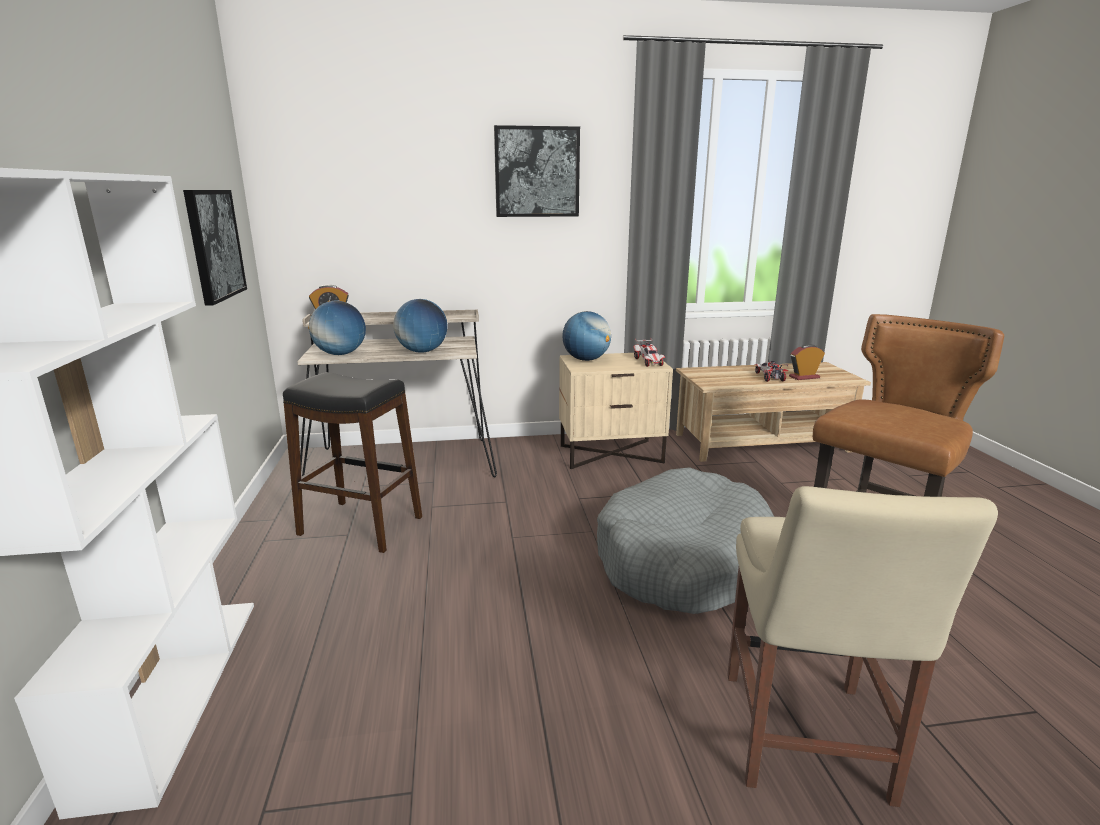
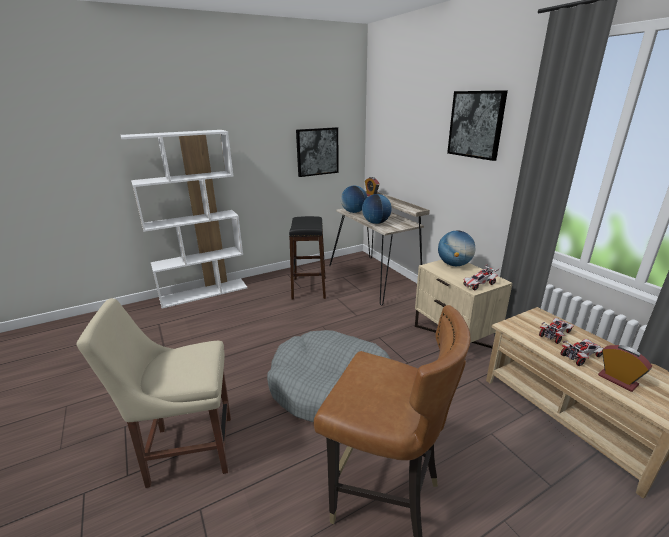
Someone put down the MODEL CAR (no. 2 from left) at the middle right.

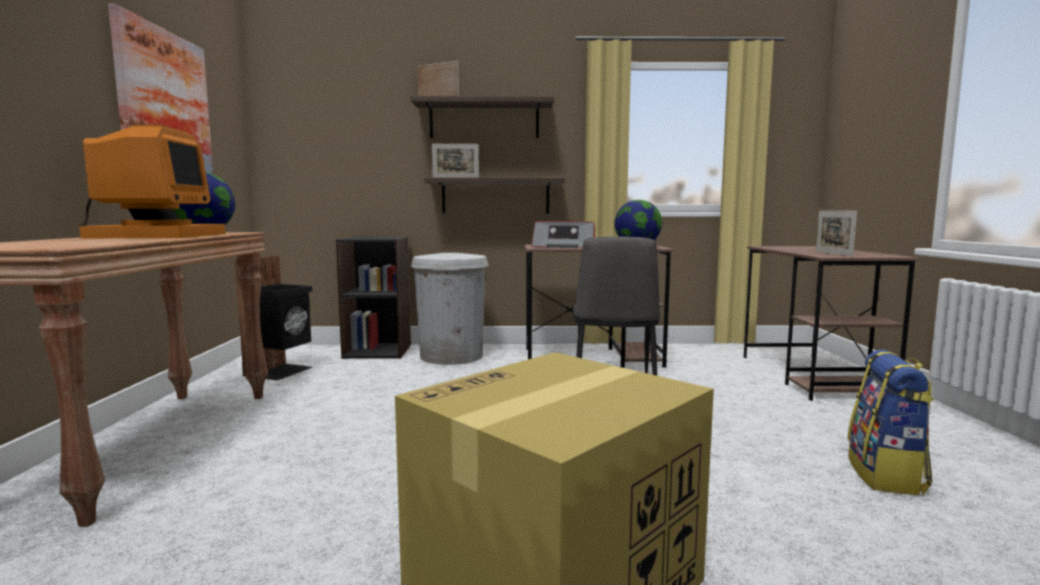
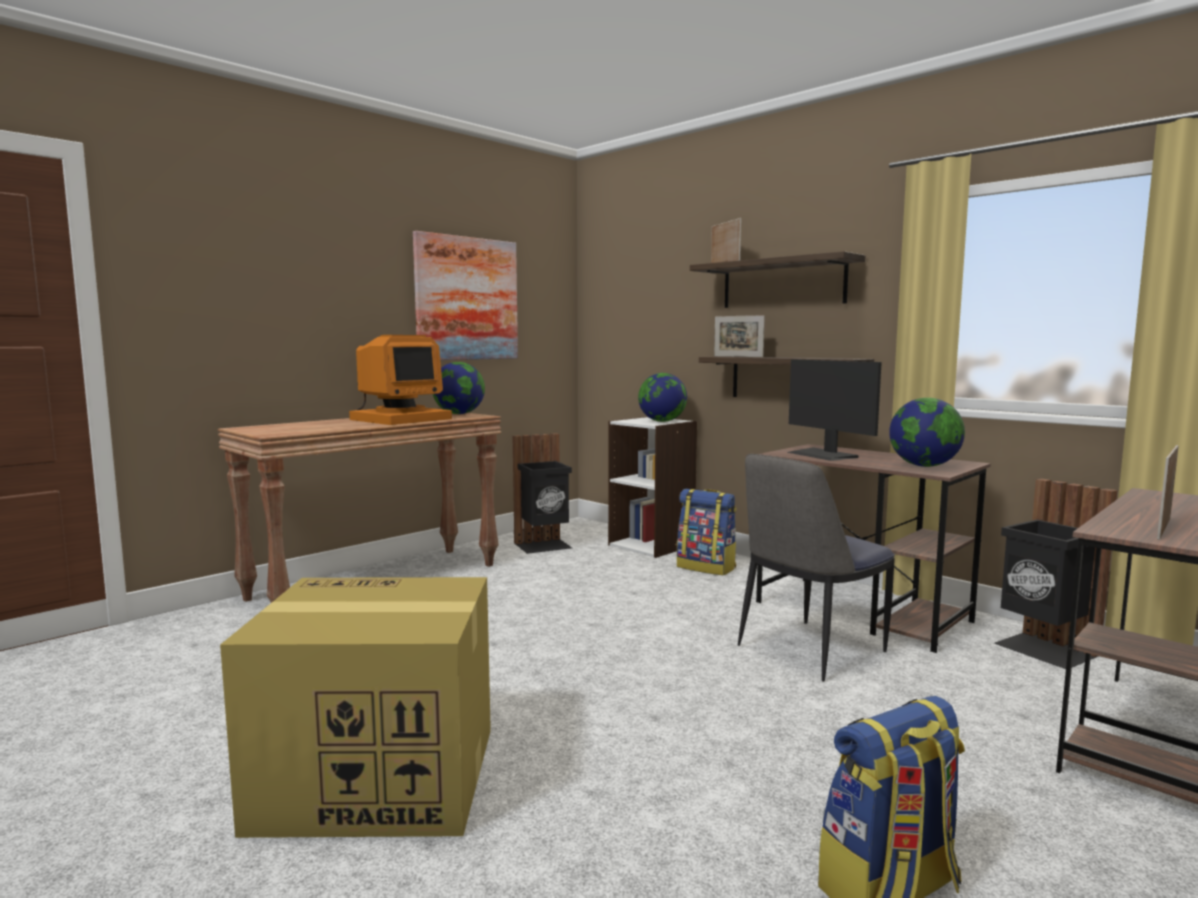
Someone repainted the BLACK SHELVING UNIT at the centre, which became the WHITE-COLOURED SHELVING UNIT at the centre.
Someone put down the GLOBE (no. 2 from left) at the centre.
Someone swapped the WHITE-COLOURED RUBBISH BIN at the centre for the KNAPSACK (no. 1 from left) at the centre.
Someone swapped the RADIO RECEIVER at the centre for the COMPUTER DISPLAY (no. 2 from left) at the middle right.
Someone put down the BLACK RUBBISH BIN (no. 2 from left) at the middle right.

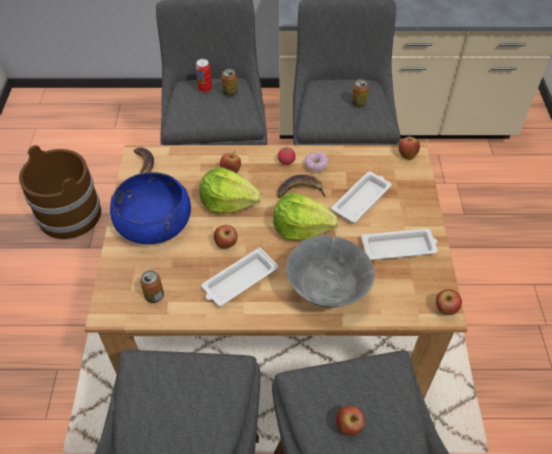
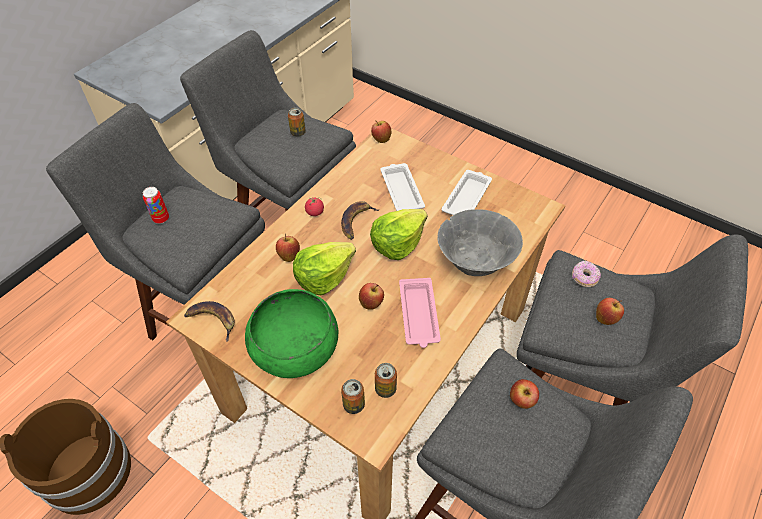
Someone repainted the BLUE-COLOURED SERVING BOWL at the middle left, which became the GREENISH SERVING BOWL at the centre.
Someone carried the CAN (no. 3 from left) from the top centre to the bottom centre.
Someone repainted the WHITE-COLOURED SERVING TRAY (no. 1 from left) at the centre, which became the PINK-COLOURED SERVING TRAY at the centre.
Someone carried the WHOLE APPLE (no. 5 from left in the first image) from the middle right to the bottom right.
Someone carried the DOUGHNUT from the centre to the middle right.

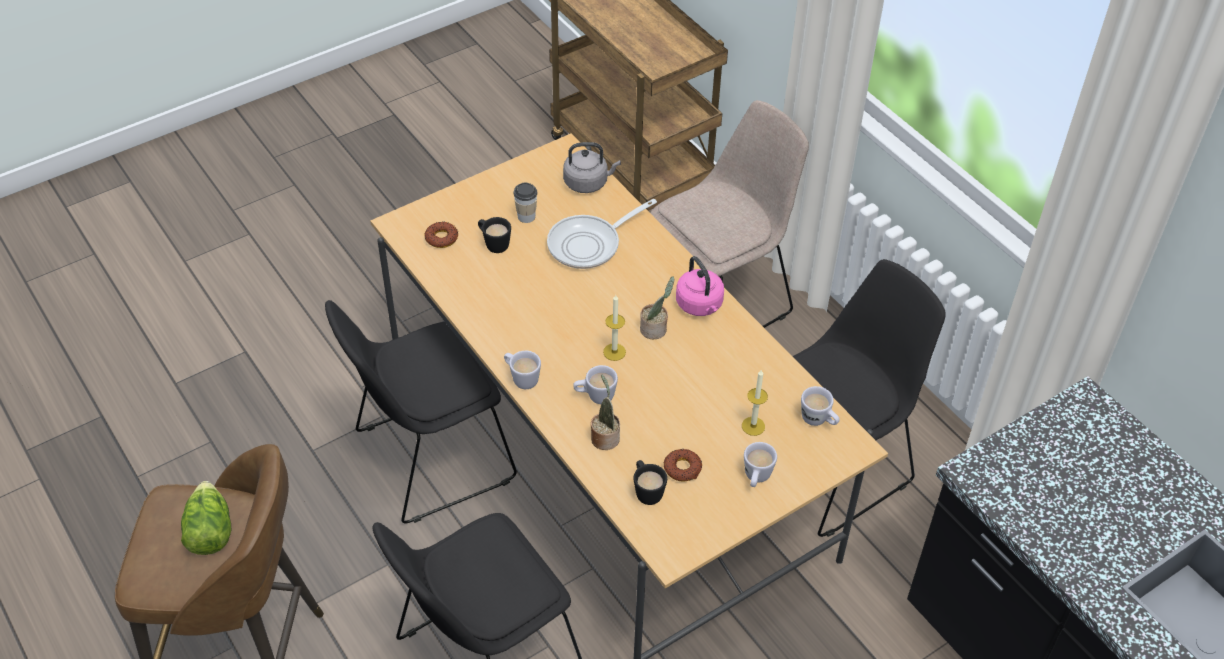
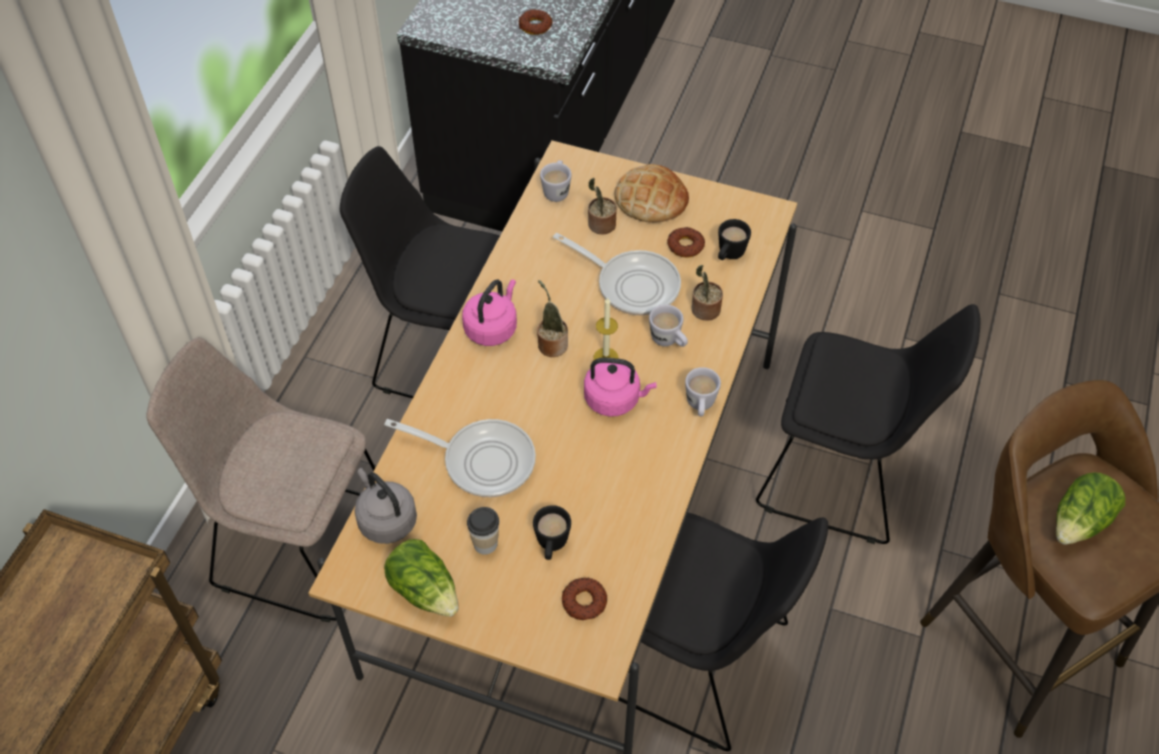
Someone put down the LETTUCE HEAD (no. 1 from left) at the bottom centre.
Someone put down the DOUGHNUT (no. 1 from left) at the top centre.
Someone put down the PAN (no. 2 from left) at the centre.
Someone put down the PINK-COLOURED TEA KETTLE (no. 2 from left) at the centre.
Someone swapped the CANDLE (no. 2 from left) at the centre for the HOUSEPLANT (no. 2 from left) at the top centre.
Someone swapped the WHITE-COLOURED MUG (no. 3 from left) at the bottom centre for the BREAD at the top centre.

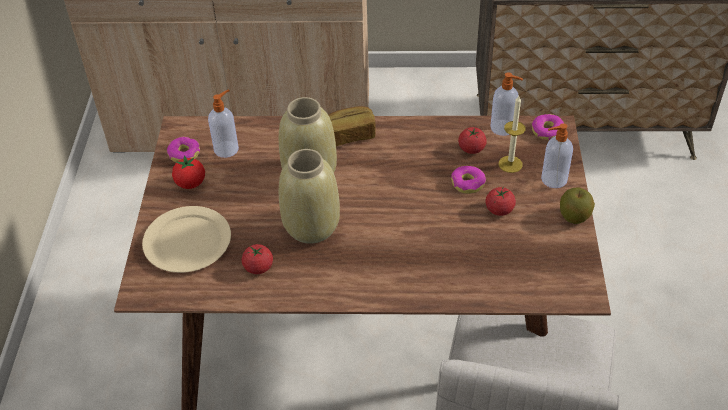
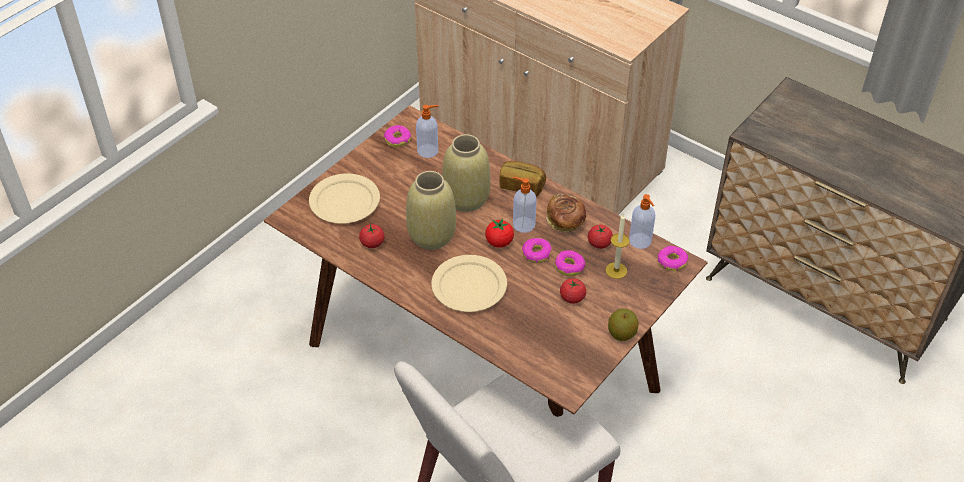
Someone put down the SAND-COLOURED FLAT DISH (no. 2 from left) at the centre.
Someone carried the WHOLE TOMATO (no. 1 from left in the first image) from the middle left to the centre.
Someone carried the SOAP DISPENSER (no. 3 from left in the first image) from the middle right to the centre.
Someone put down the DOUGHNUT (no. 2 from left) at the centre.
Someone put down the BREAD (no. 2 from left) at the centre.

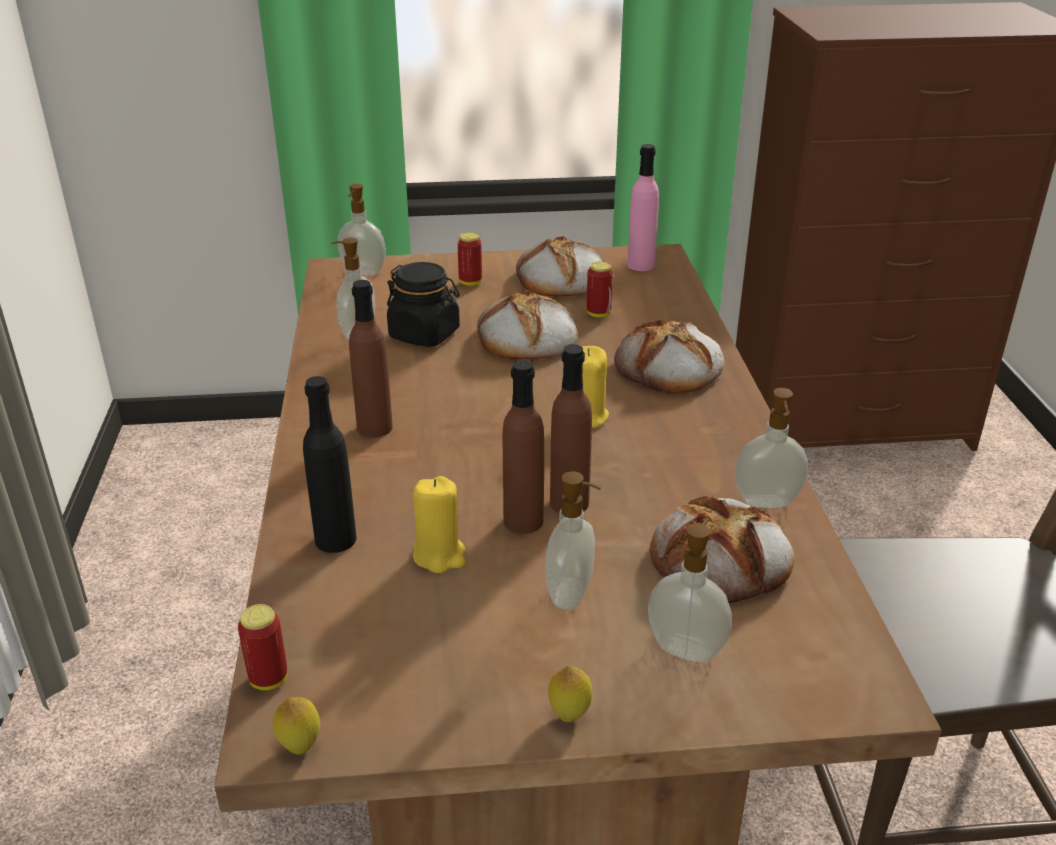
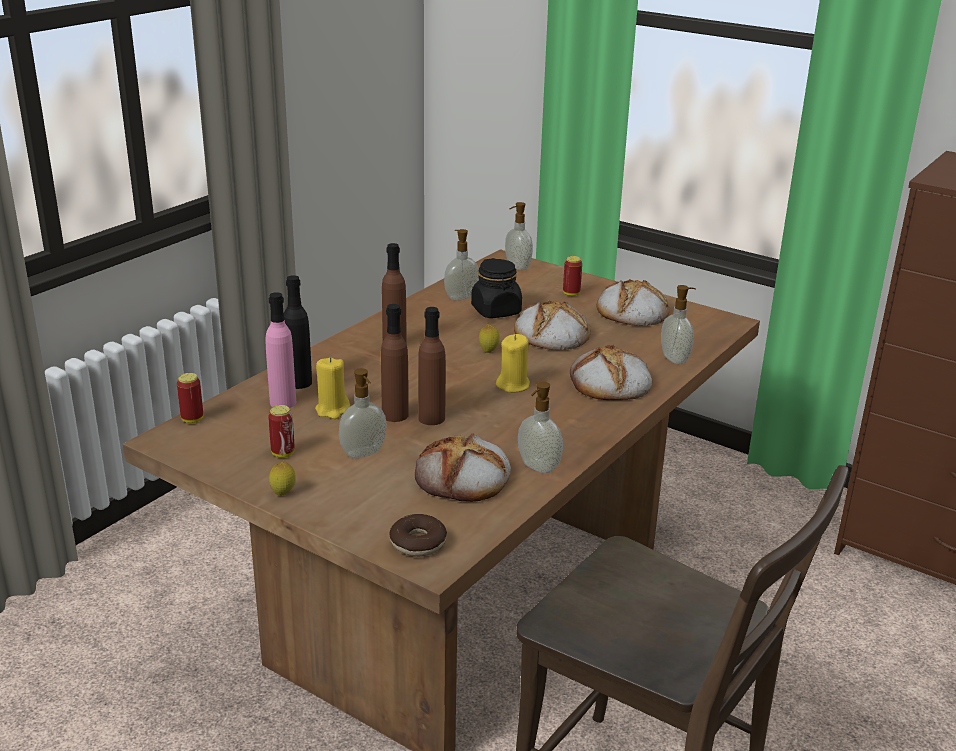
Someone carried the PINK-COLOURED DRINK BOTTLE from the top centre to the middle left.
Someone carried the CAN (no. 3 from left in the first image) from the centre to the middle left.
Someone put down the DOUGHNUT at the bottom centre.
Someone carried the WHOLE LEMON (no. 1 from left in the first image) from the bottom left to the centre.
Someone carried the SOAP DISPENSER (no. 4 from left in the first image) from the bottom centre to the middle right.

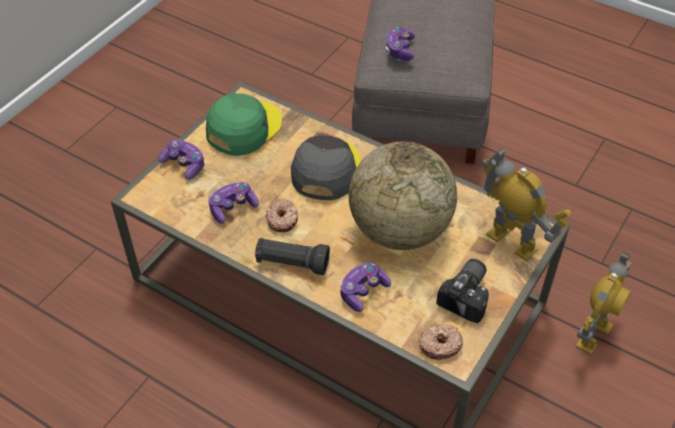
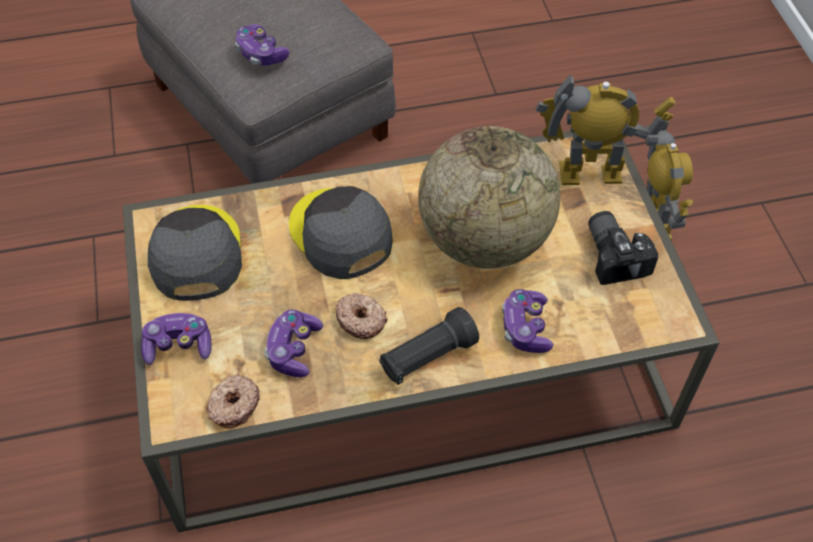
Someone repainted the GREENISH PEAKED CAP at the top centre, which became the GREY PEAKED CAP (no. 1 from left) at the middle left.
Someone carried the DOUGHNUT (no. 2 from left in the first image) from the bottom centre to the bottom left.

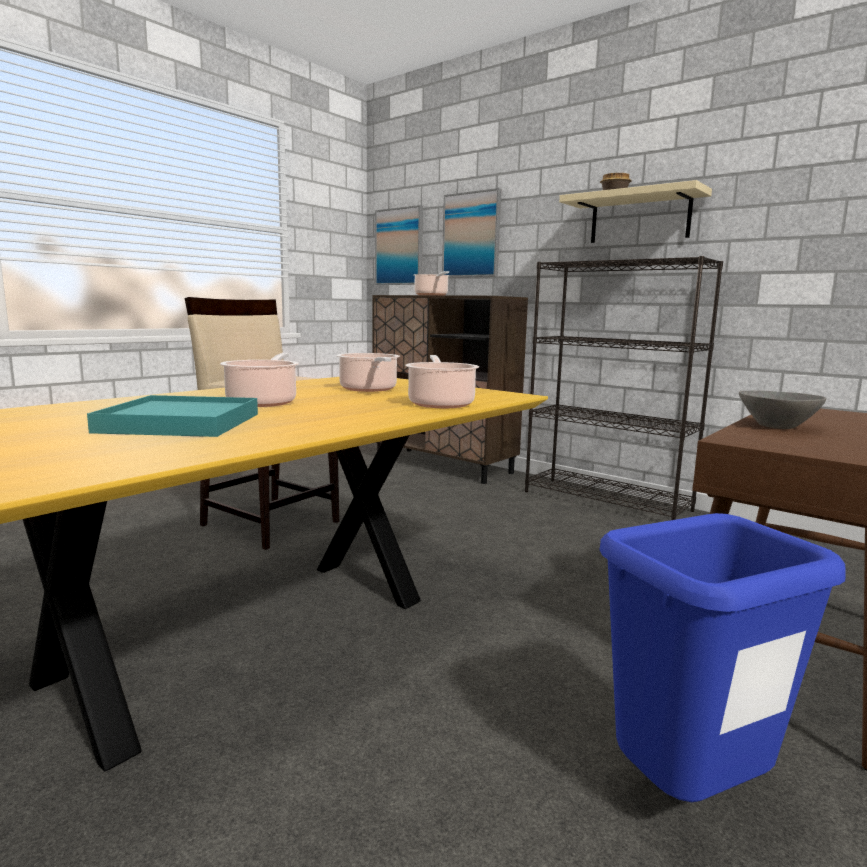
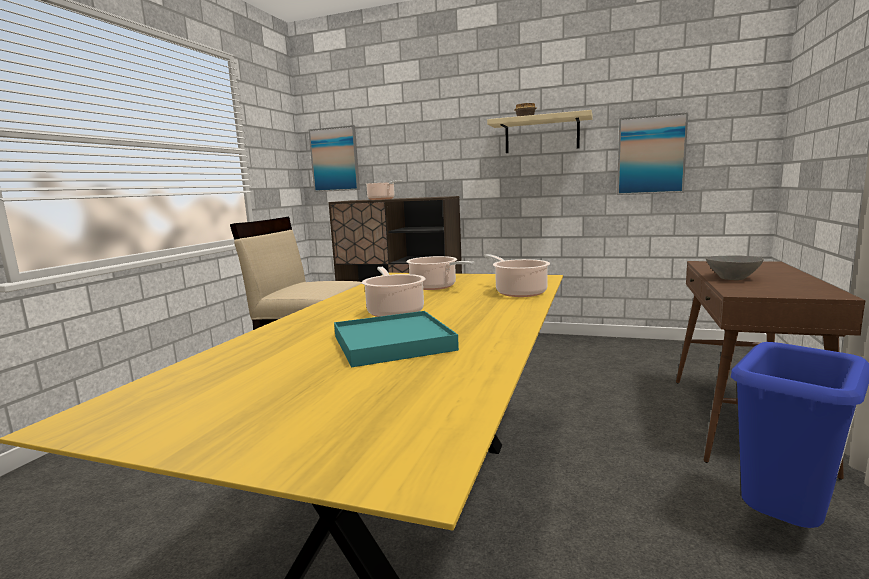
Someone carried the PICTURE (no. 2 from left) from the top centre to the top right.
Someone took away the BLACK SHELVING UNIT at the middle right.

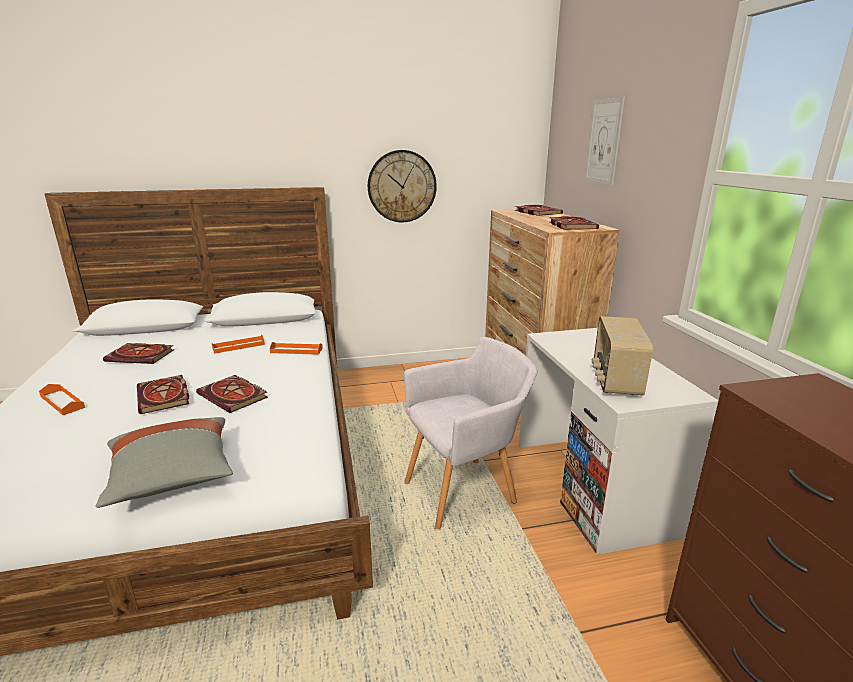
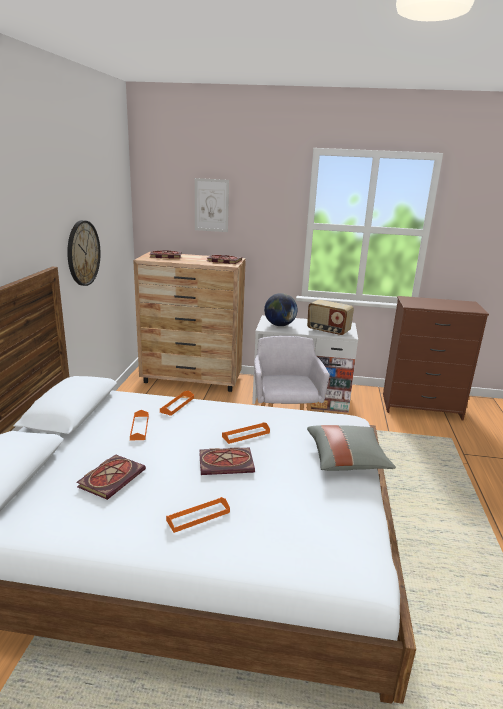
Someone swapped the VOLUME (no. 3 from left) at the middle left for the ORANGEY SERVING TRAY (no. 4 from left) at the centre.
Someone put down the GLOBE at the centre.

